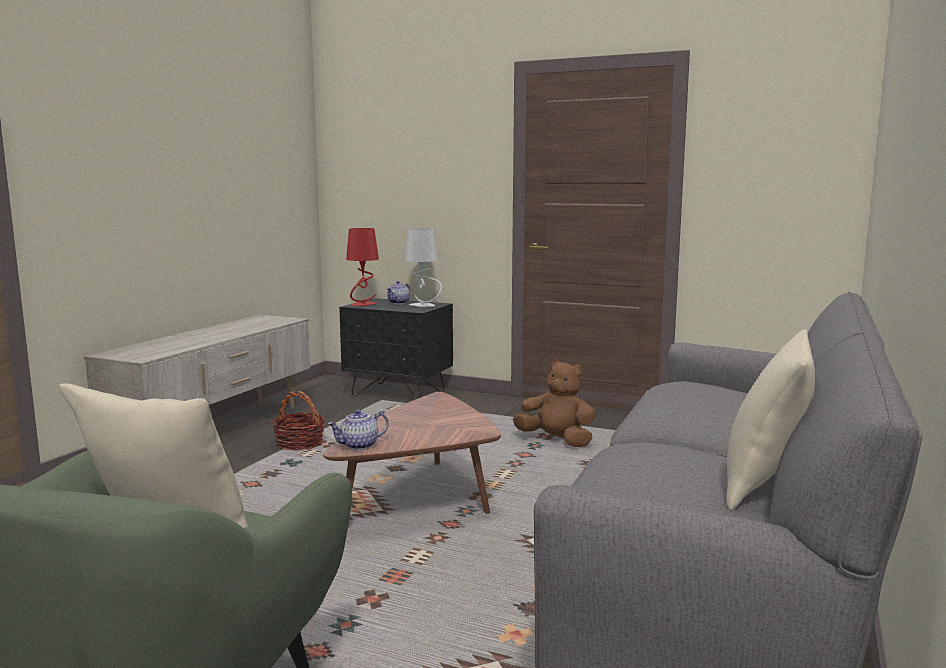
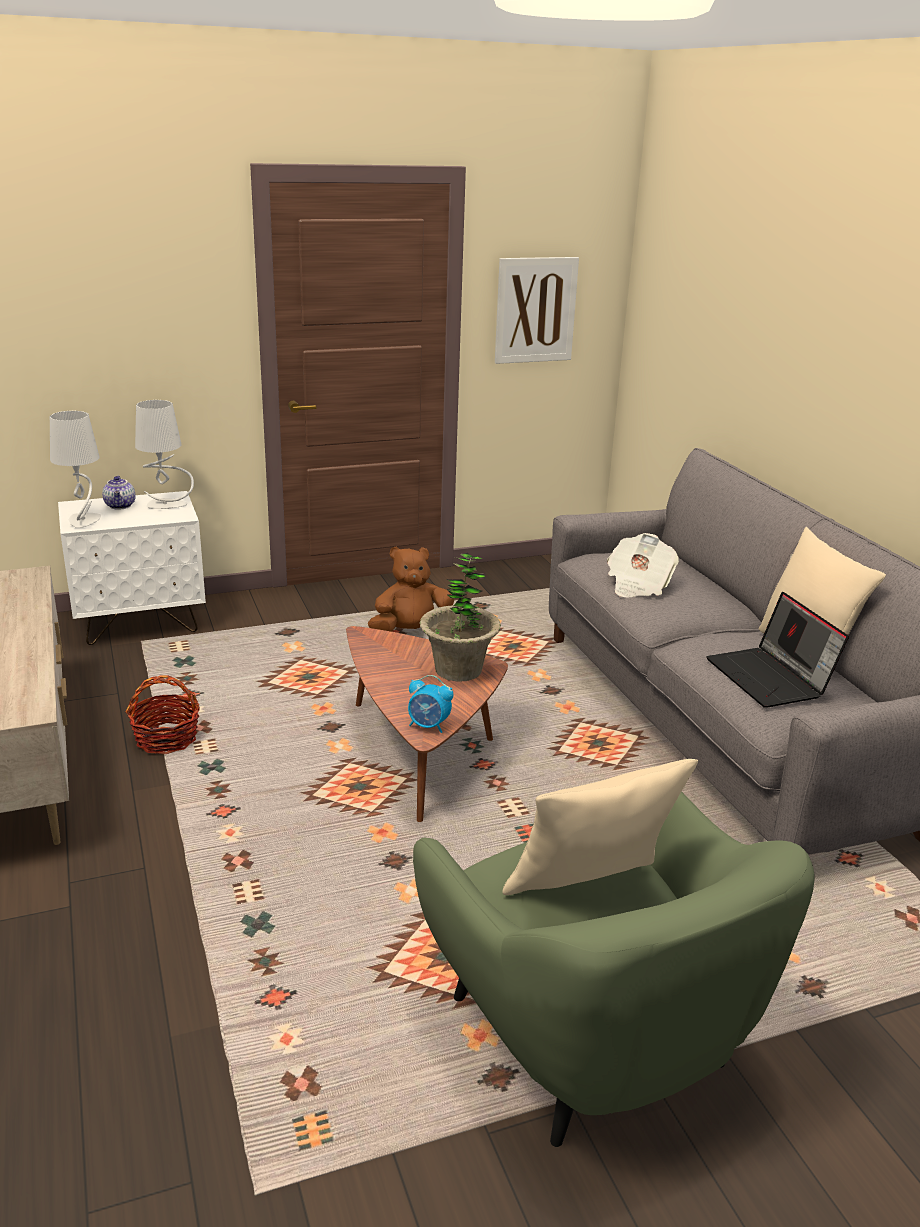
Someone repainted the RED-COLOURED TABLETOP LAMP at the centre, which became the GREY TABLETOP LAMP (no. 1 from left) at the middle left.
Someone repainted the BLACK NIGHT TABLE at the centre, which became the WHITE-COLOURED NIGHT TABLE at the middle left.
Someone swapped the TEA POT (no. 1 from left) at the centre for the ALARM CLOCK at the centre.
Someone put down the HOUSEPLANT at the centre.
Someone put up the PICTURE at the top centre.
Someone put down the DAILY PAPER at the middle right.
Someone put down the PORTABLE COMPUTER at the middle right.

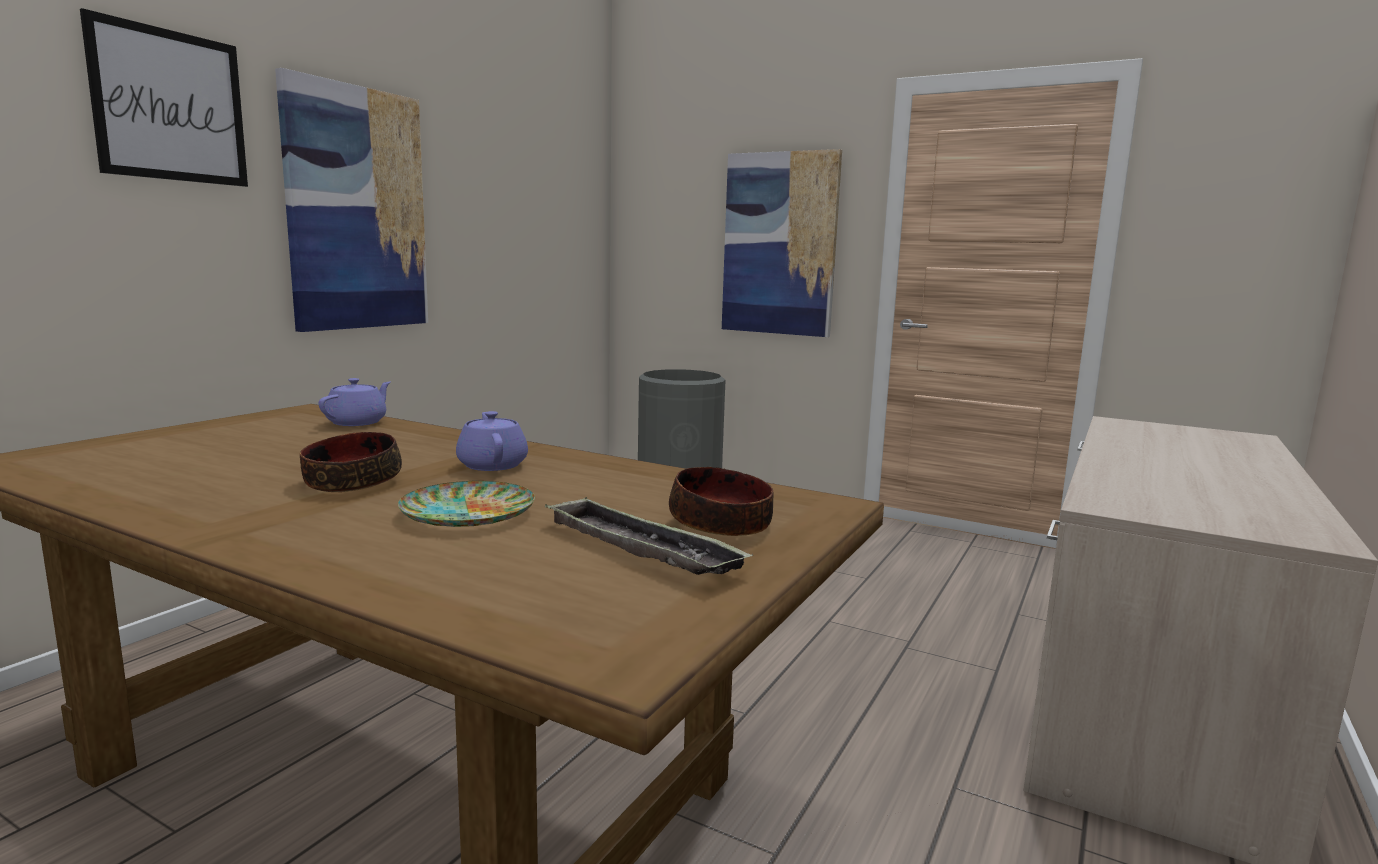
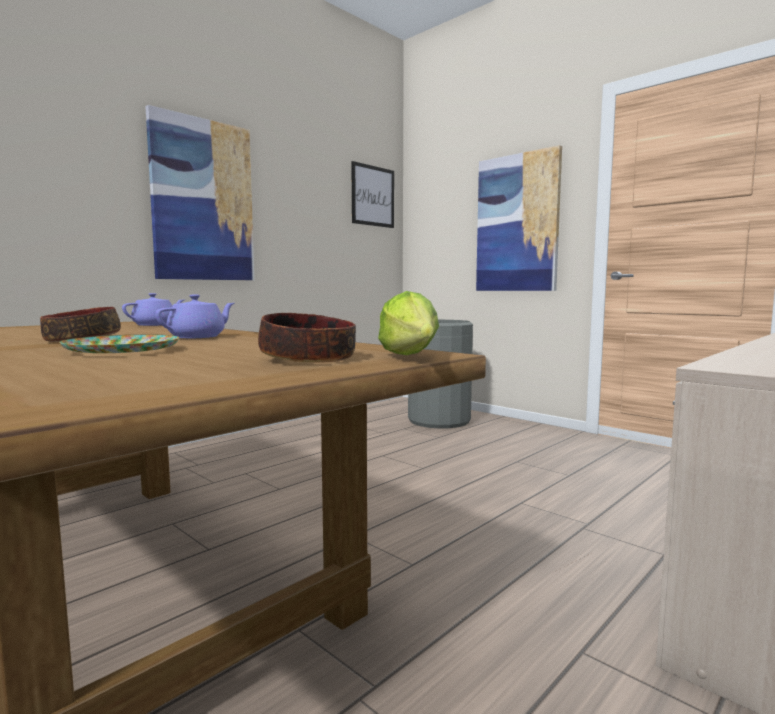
Someone rotated the PURPLISH TEA POT (no. 2 from left) at the centre by 45 degrees clockwise.
Someone carried the PICTURE (no. 1 from left in the first image) from the top left to the top centre.
Someone put down the LETTUCE HEAD at the centre.
Someone took away the SERVING TRAY at the centre.

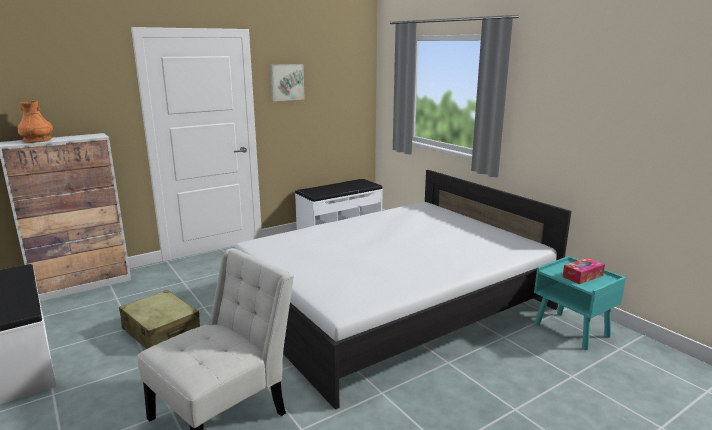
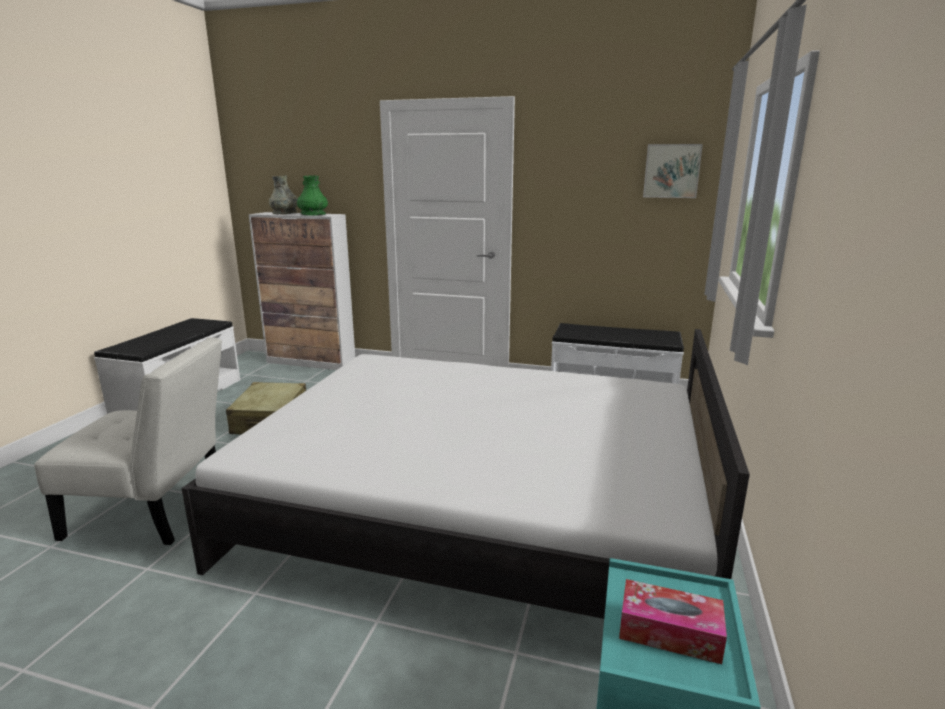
Someone repainted the ORANGEY VASE at the top left, which became the GREY VASE at the top left.
Someone put down the GREENISH VASE at the top left.
Someone carried the PICTURE from the top centre to the top right.

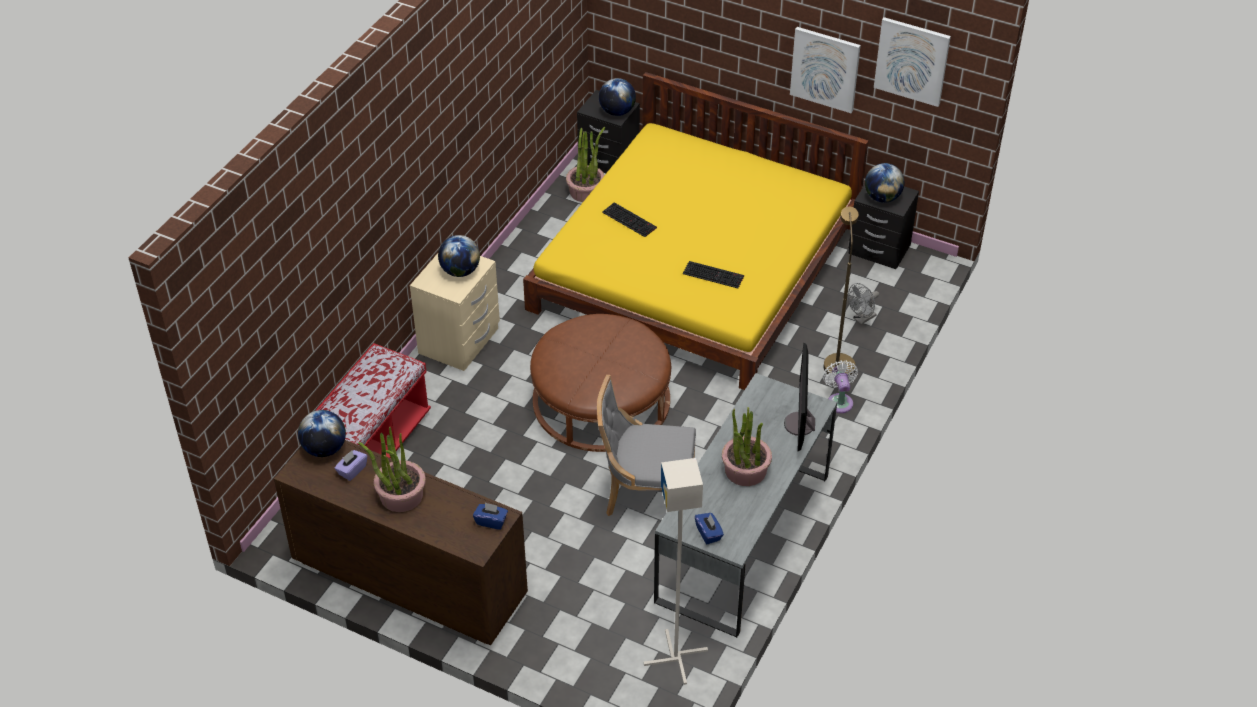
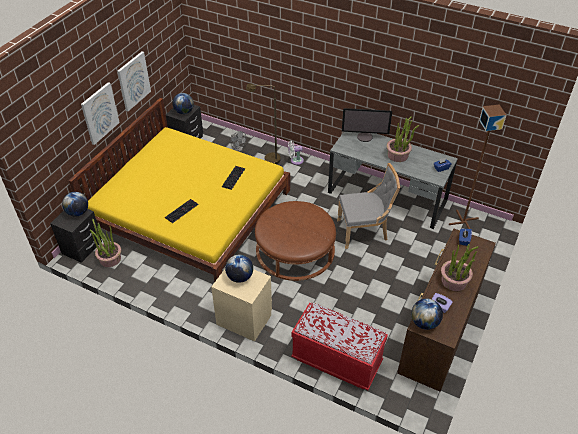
Someone carried the PICTURE (no. 2 from left in the first image) from the top right to the top left.
Someone rotated the GREY PLAIN CHAIR at the centre by 105 degrees counterclockwise.
Someone repainted the GREY STANDARD LAMP at the bottom centre, which became the BROWNISH STANDARD LAMP (no. 2 from left) at the middle right.

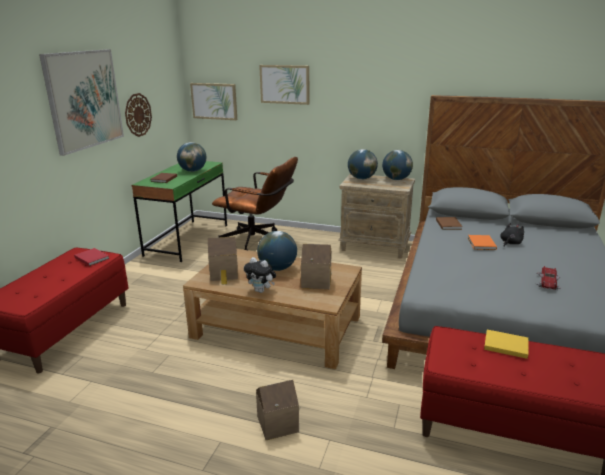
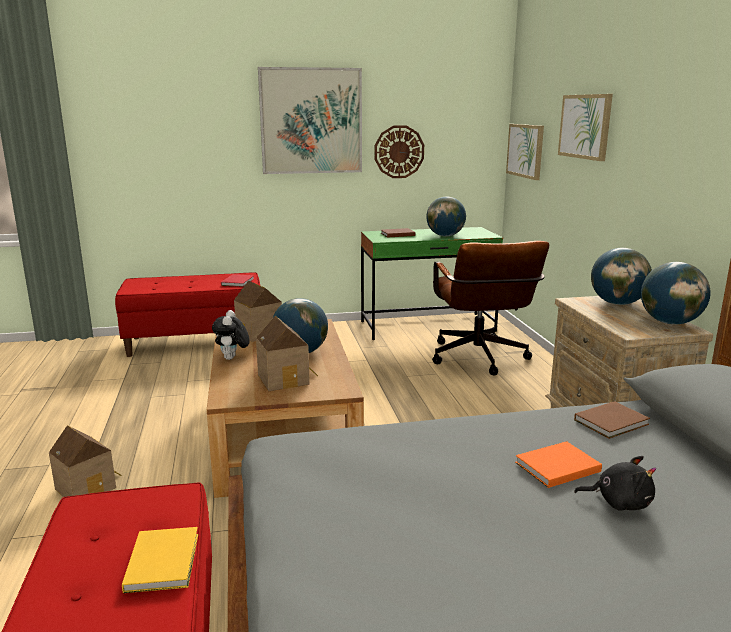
Someone took away the MODEL CAR at the middle right.

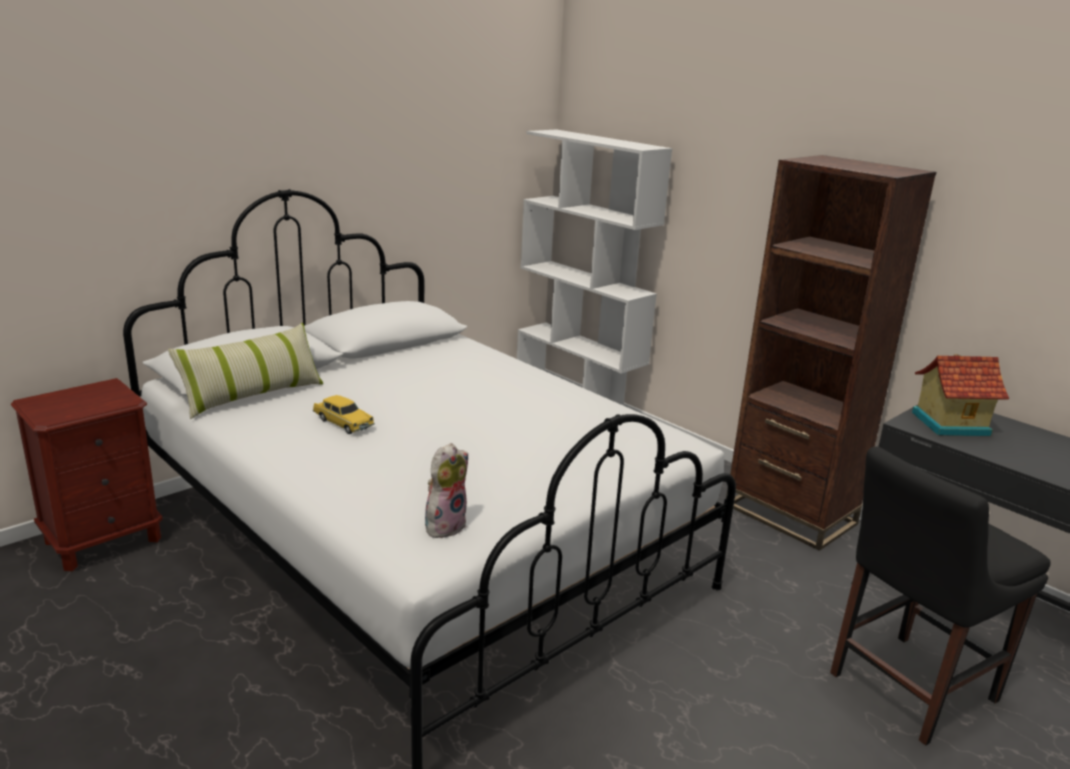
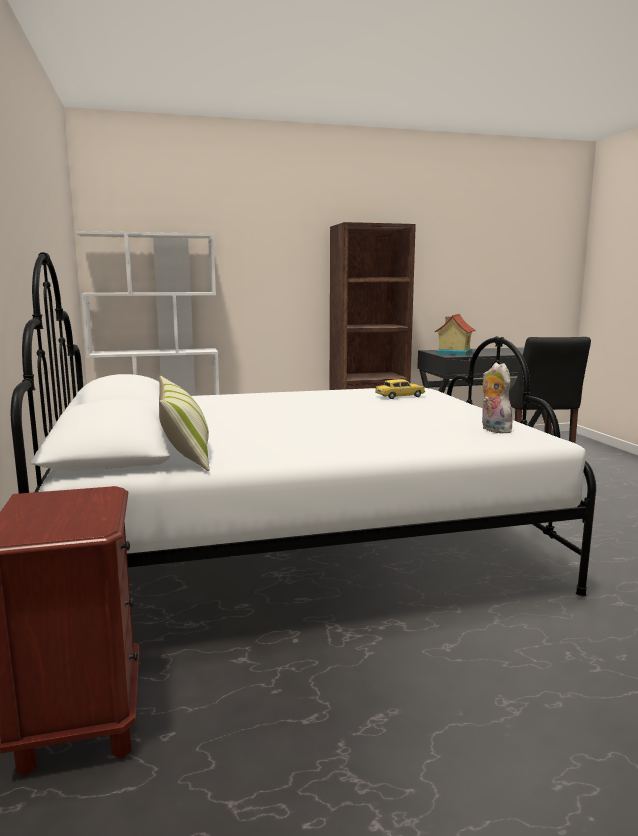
Someone carried the YELLOW-COLOURED MODEL CAR from the middle left to the centre.

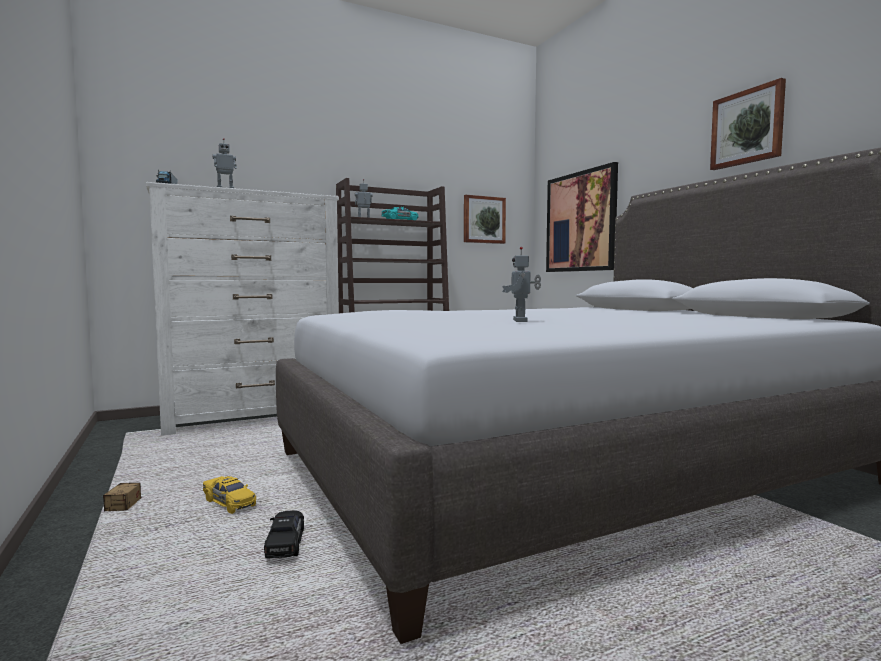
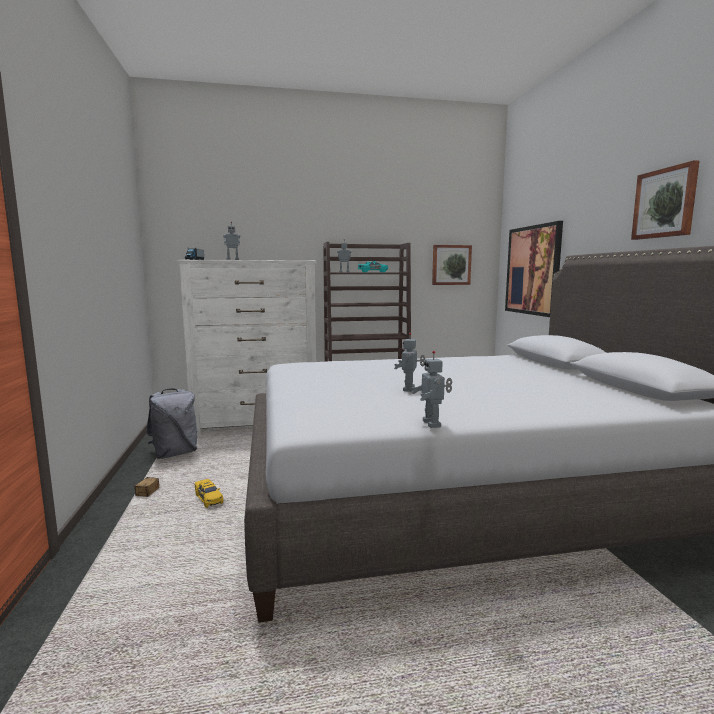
Someone put down the GREY KNAPSACK at the middle left.
Someone put down the ROBOT FIGURE (no. 4 from left) at the centre.
Someone took away the BLACK MODEL CAR at the bottom left.

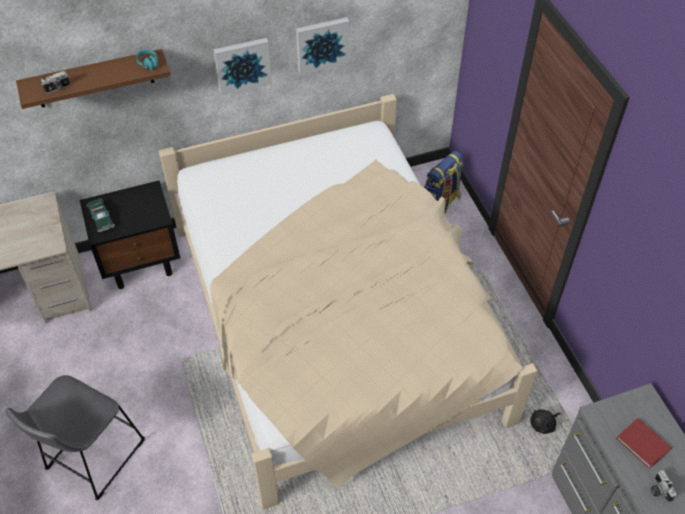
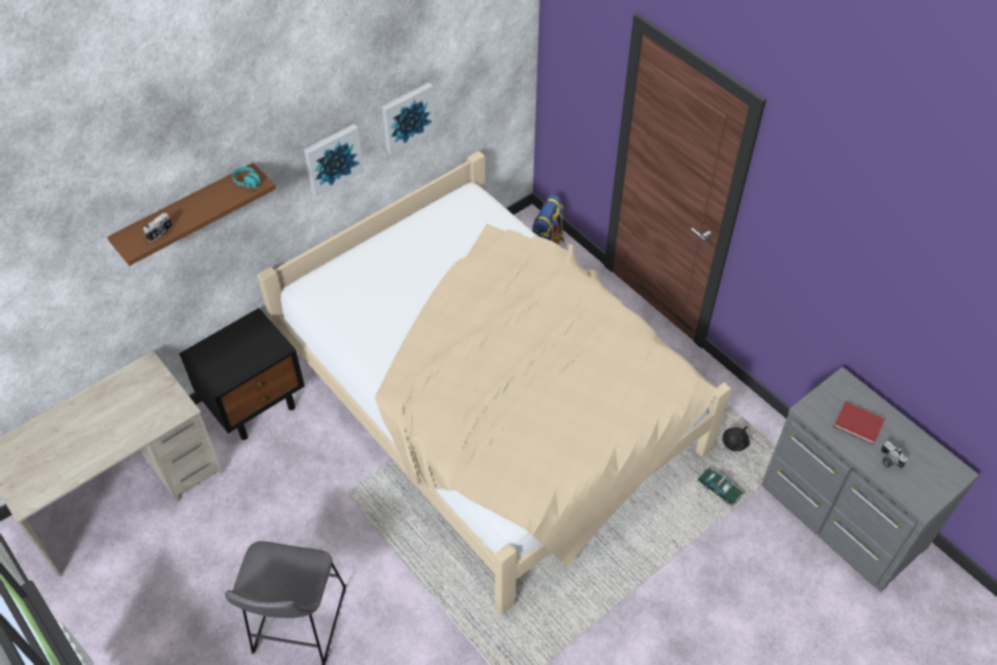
Someone carried the MODEL CAR from the middle left to the bottom right.

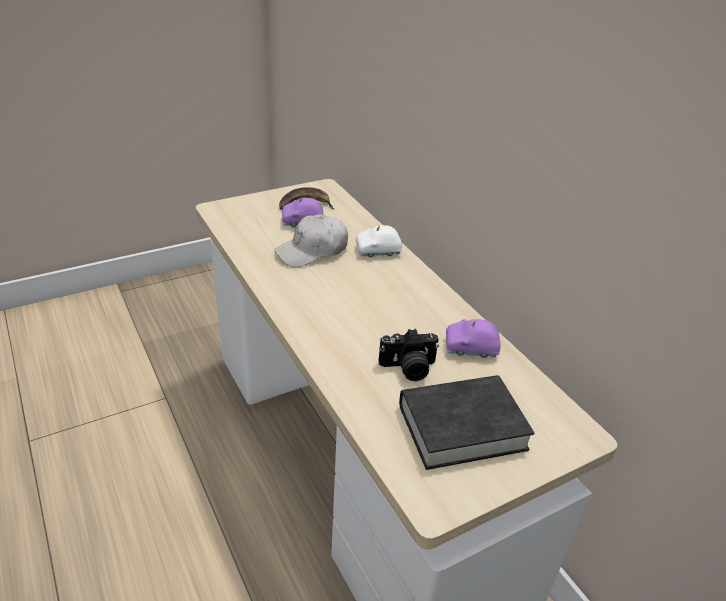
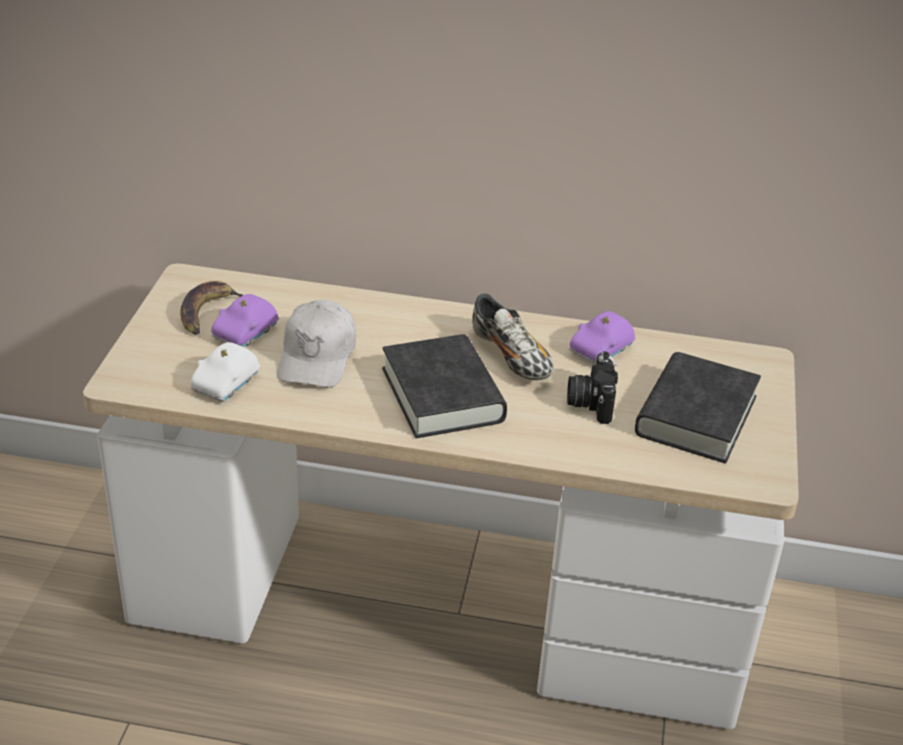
Someone carried the WHITE-COLOURED MODEL CAR from the centre to the middle left.
Someone put down the BLACK VOLUME (no. 1 from left) at the centre.
Someone put down the LOW SHOE at the centre.
Someone rotated the PHOTO CAMERA at the centre by 150 degrees clockwise.

